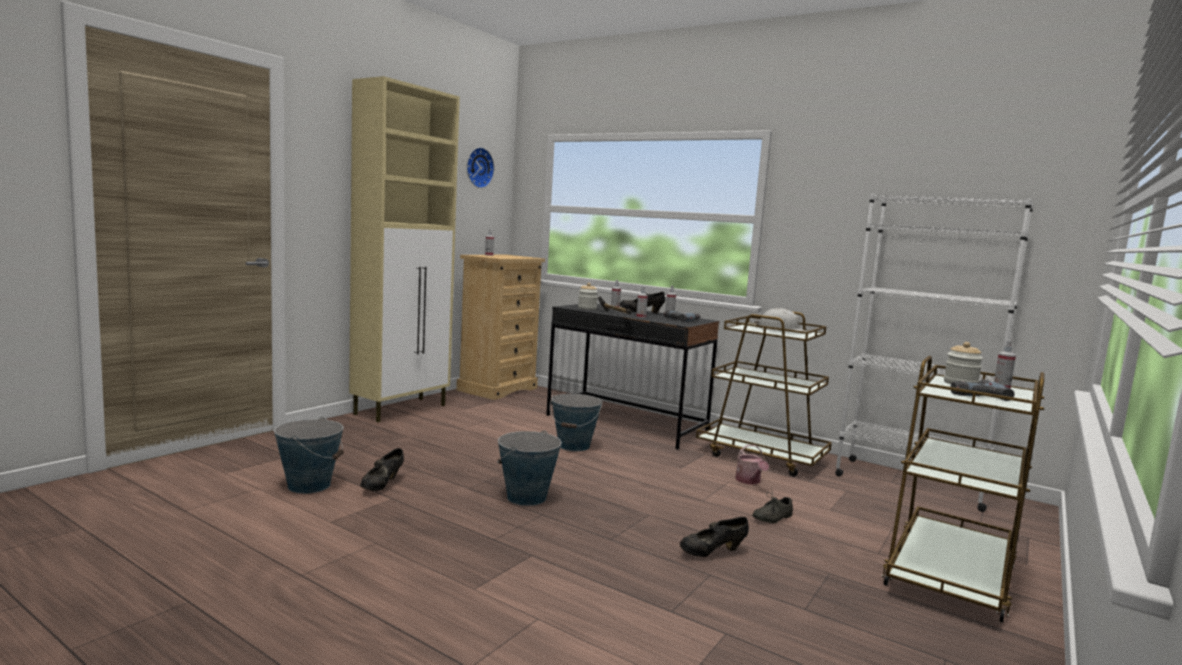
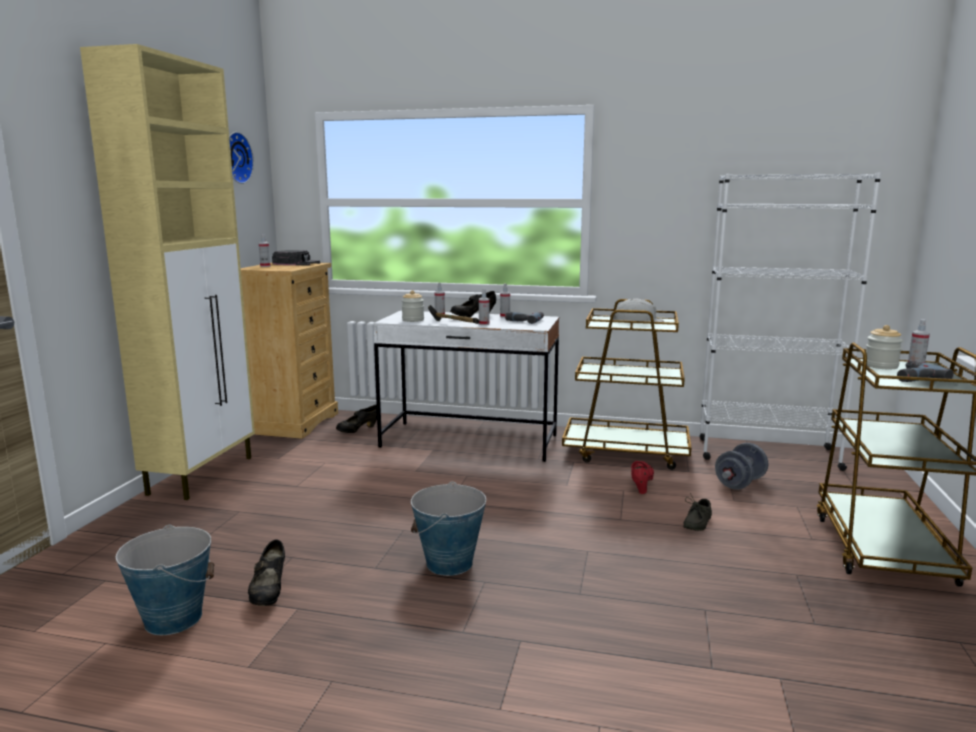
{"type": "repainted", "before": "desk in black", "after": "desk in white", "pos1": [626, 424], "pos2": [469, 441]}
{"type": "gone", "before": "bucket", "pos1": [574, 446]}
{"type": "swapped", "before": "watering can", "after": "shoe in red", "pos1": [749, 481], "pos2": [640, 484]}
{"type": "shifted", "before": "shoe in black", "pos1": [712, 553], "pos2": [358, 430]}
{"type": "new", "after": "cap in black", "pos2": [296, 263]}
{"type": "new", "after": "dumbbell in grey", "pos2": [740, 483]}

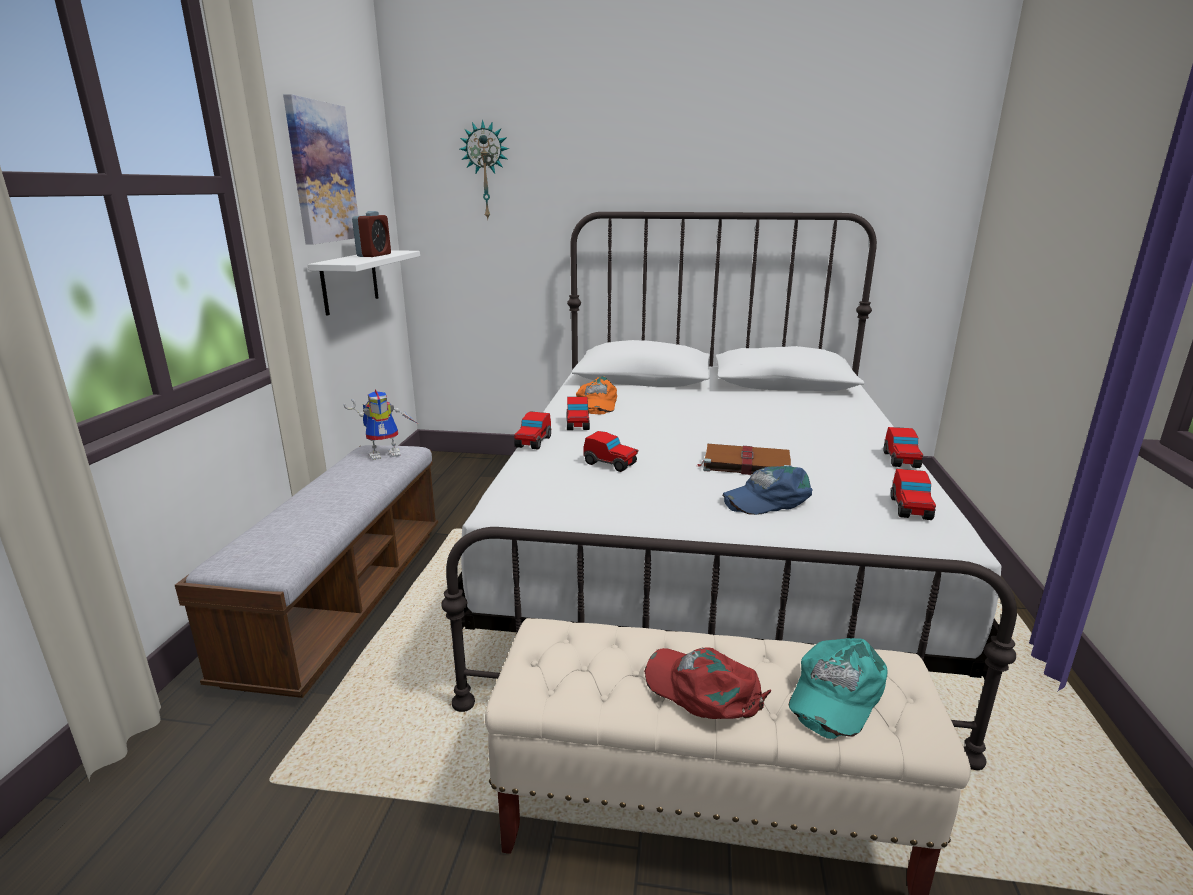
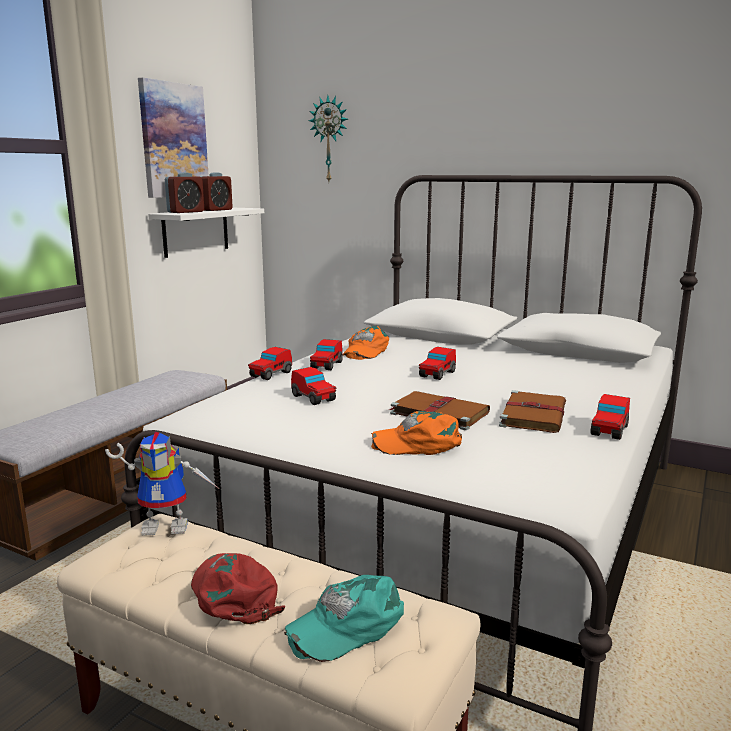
{"type": "shifted", "before": "toy robot", "pos1": [386, 453], "pos2": [170, 525]}
{"type": "repainted", "before": "cap in blue", "after": "cap in orange", "pos1": [767, 499], "pos2": [419, 444]}
{"type": "shifted", "before": "toy car", "pos1": [910, 509], "pos2": [437, 374]}
{"type": "new", "after": "alarm clock", "pos2": [186, 212]}
{"type": "new", "after": "book in brown", "pos2": [533, 414]}

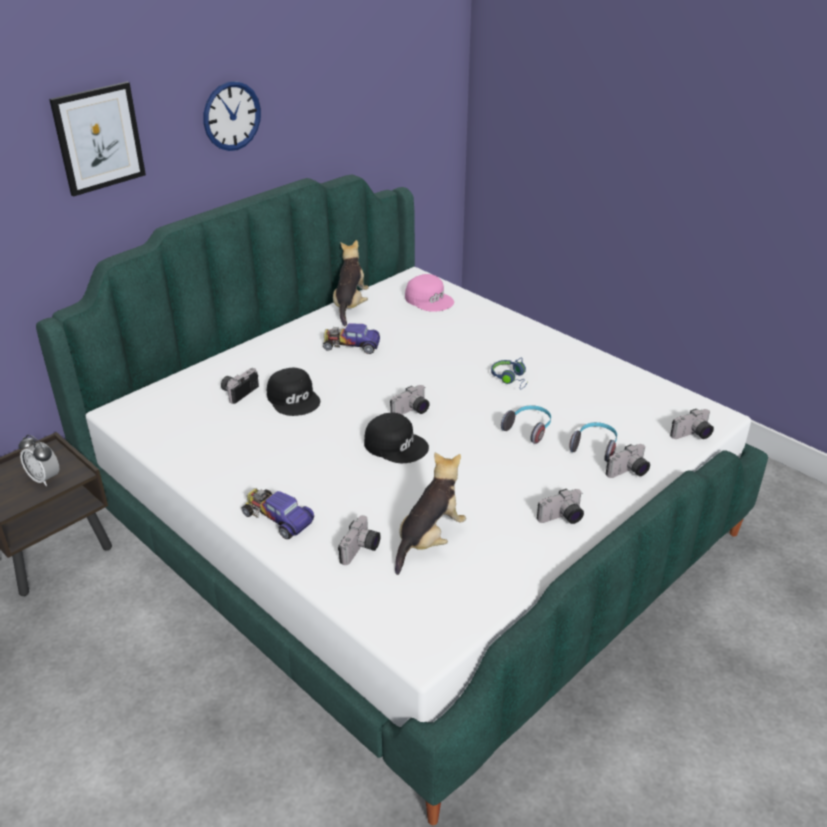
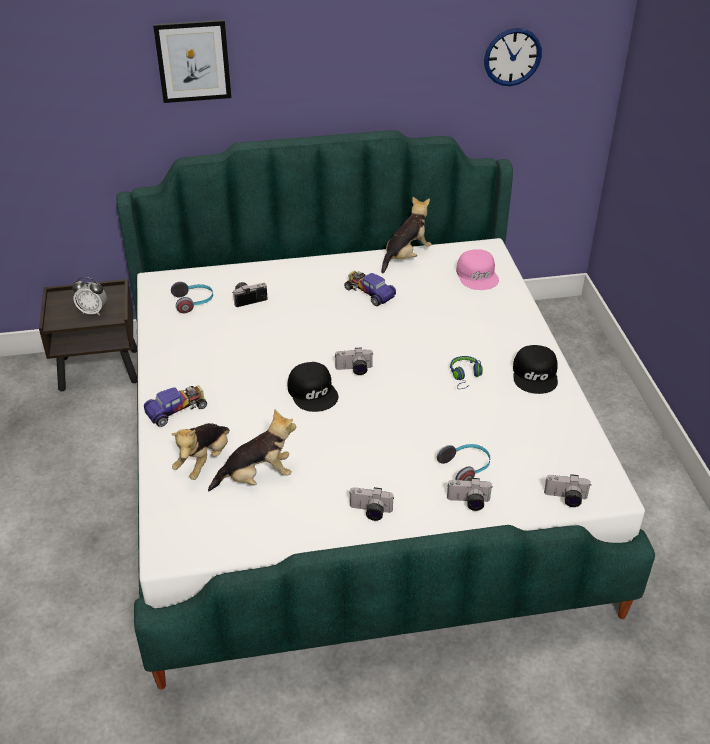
{"type": "shifted", "before": "wall clock", "pos1": [231, 116], "pos2": [512, 57]}
{"type": "shifted", "before": "cap in black", "pos1": [294, 398], "pos2": [536, 374]}
{"type": "shifted", "before": "headphones", "pos1": [529, 429], "pos2": [194, 302]}
{"type": "rotated", "before": "alarm clock", "pos1": [44, 478], "pos2": [93, 311], "turn": -60}
{"type": "rotated", "before": "toy car", "pos1": [277, 518], "pos2": [176, 409], "turn": 75}
{"type": "swapped", "before": "photo camera", "after": "plush toy", "pos1": [361, 550], "pos2": [204, 461]}

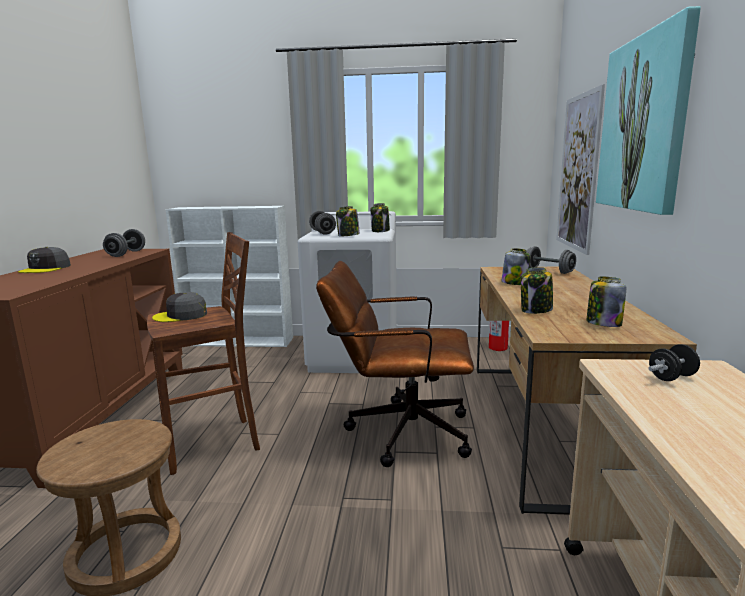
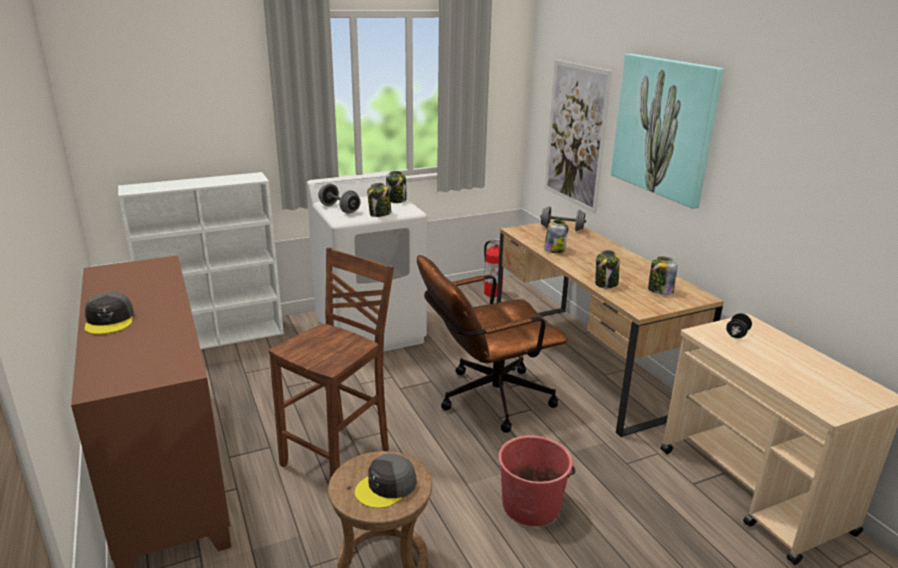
{"type": "gone", "before": "dumbbell in grey", "pos1": [126, 254]}
{"type": "shifted", "before": "cap in grey", "pos1": [181, 315], "pos2": [386, 487]}
{"type": "new", "after": "bucket in red", "pos2": [531, 505]}

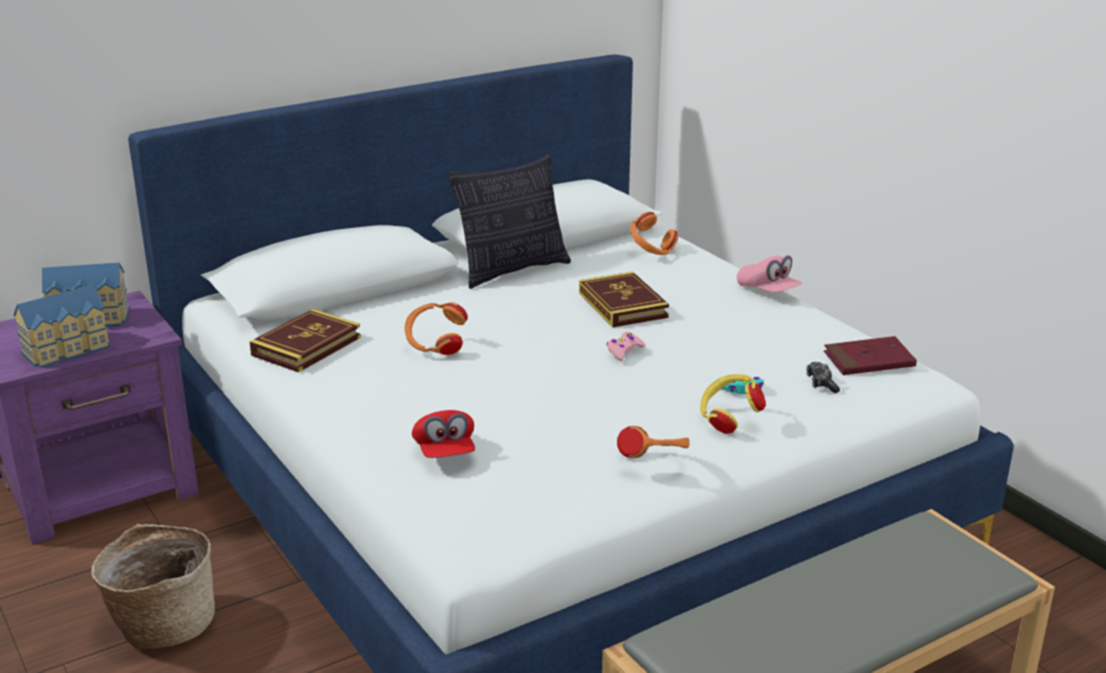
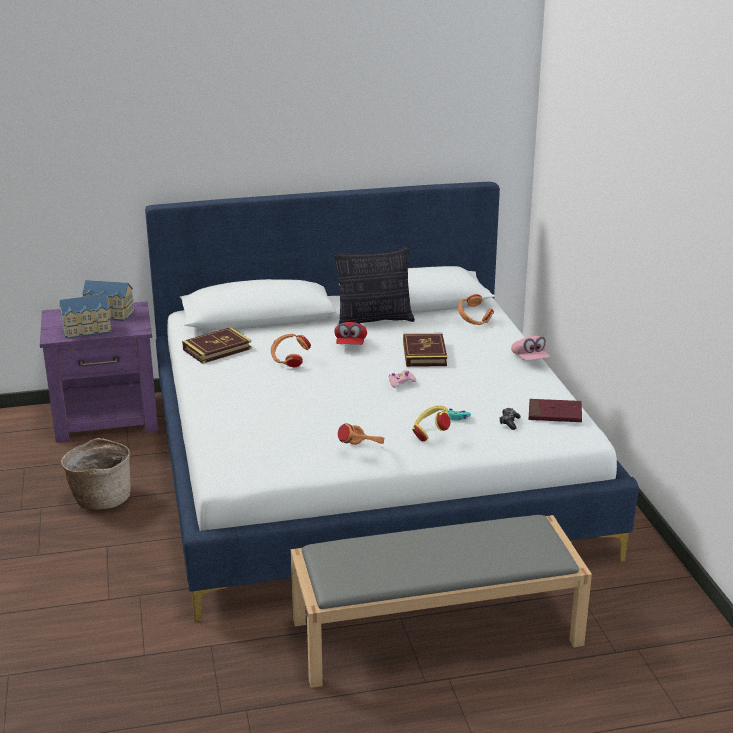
{"type": "shifted", "before": "cap in red", "pos1": [444, 452], "pos2": [350, 345]}

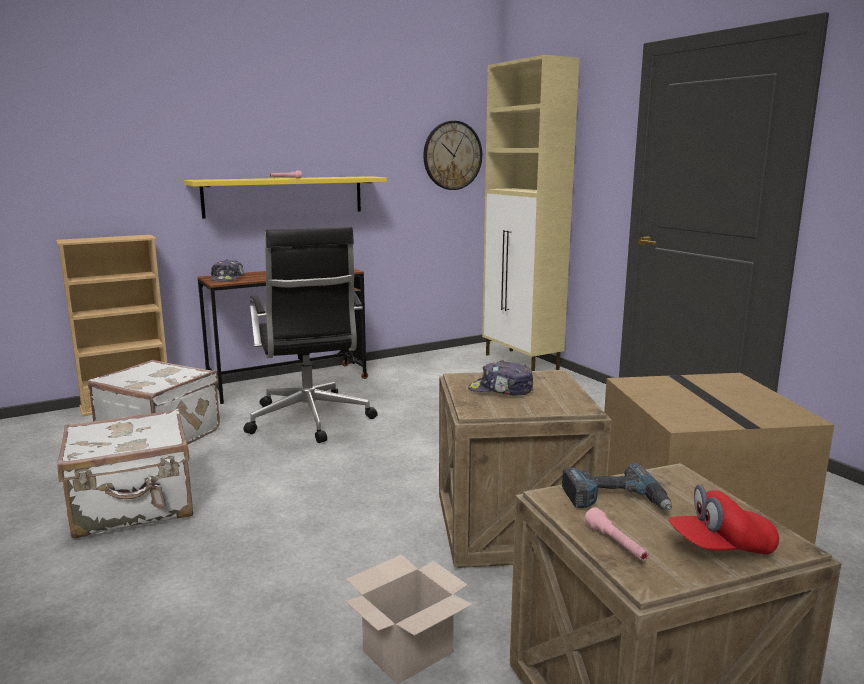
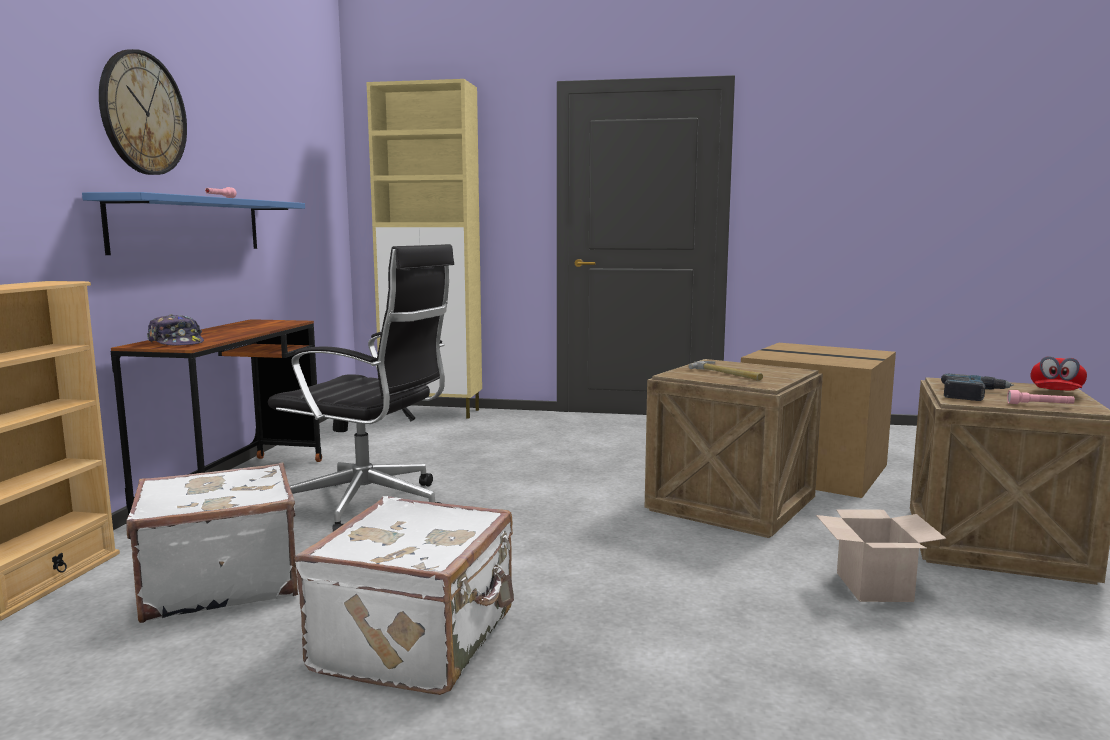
{"type": "shifted", "before": "wall clock", "pos1": [452, 155], "pos2": [143, 113]}
{"type": "repainted", "before": "shelf in yellow", "after": "shelf in blue", "pos1": [284, 196], "pos2": [189, 225]}
{"type": "swapped", "before": "cap", "after": "hammer", "pos1": [501, 390], "pos2": [726, 374]}

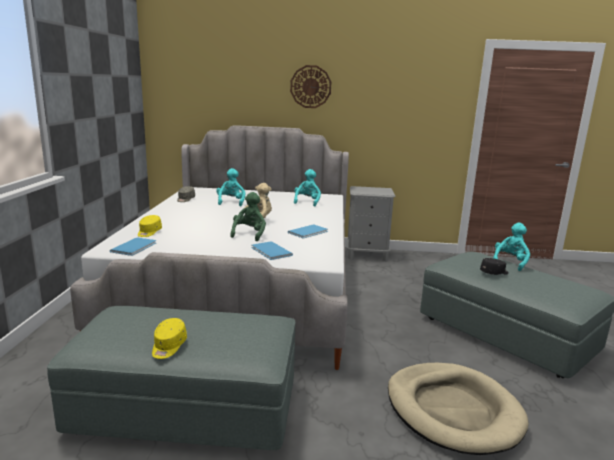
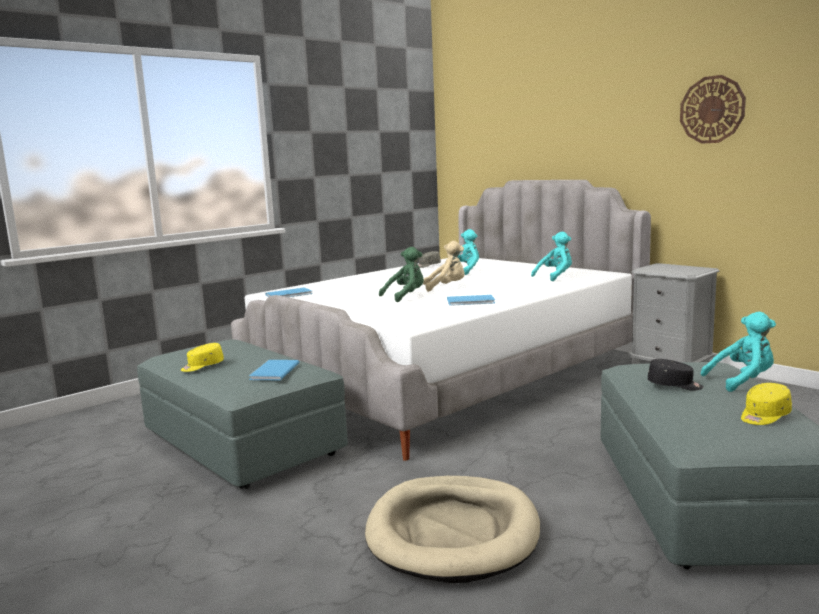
{"type": "shifted", "before": "wall clock", "pos1": [310, 87], "pos2": [712, 109]}
{"type": "shifted", "before": "cap in yellow", "pos1": [149, 232], "pos2": [764, 416]}
{"type": "shifted", "before": "book in blue", "pos1": [271, 252], "pos2": [273, 372]}

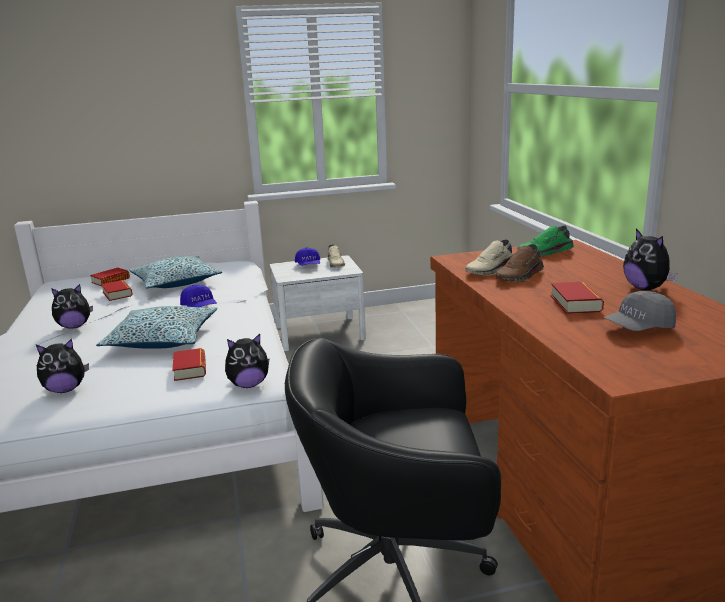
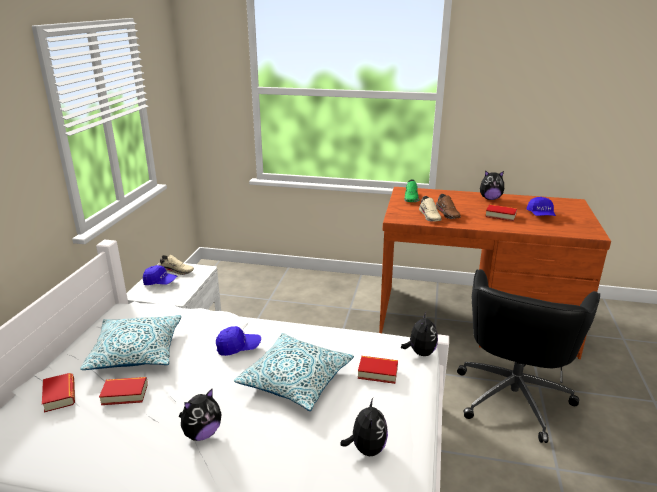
{"type": "rotated", "before": "plush toy", "pos1": [74, 326], "pos2": [202, 433], "turn": 45}
{"type": "repainted", "before": "cap in grey", "after": "cap in blue", "pos1": [638, 328], "pos2": [540, 215]}

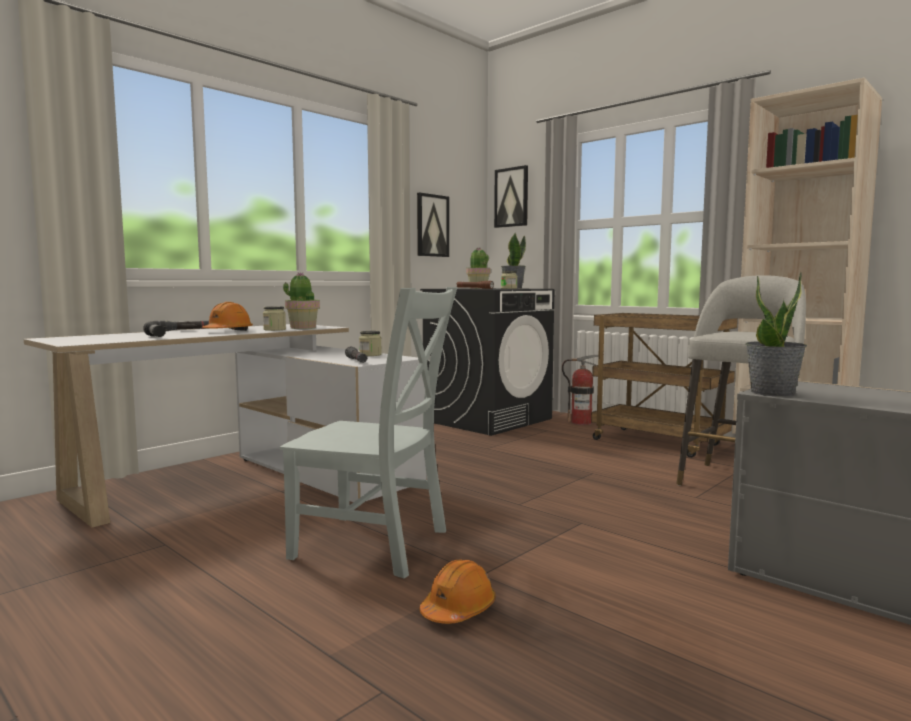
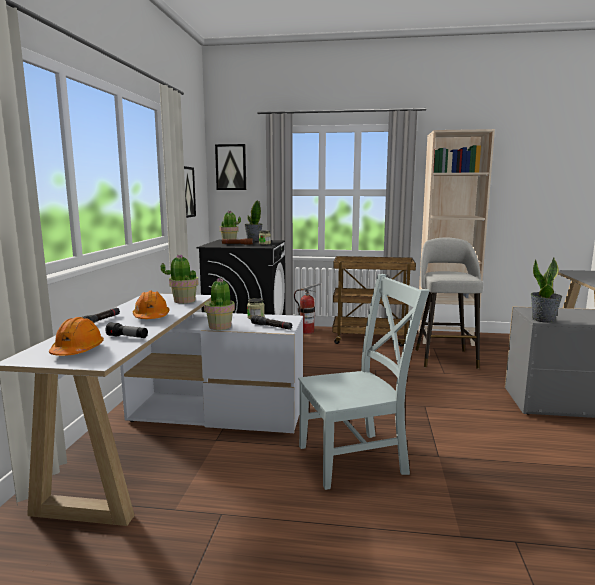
{"type": "gone", "before": "jar", "pos1": [274, 329]}
{"type": "shifted", "before": "hard hat in orange", "pos1": [458, 609], "pos2": [77, 351]}
{"type": "new", "after": "potted plant", "pos2": [220, 327]}

